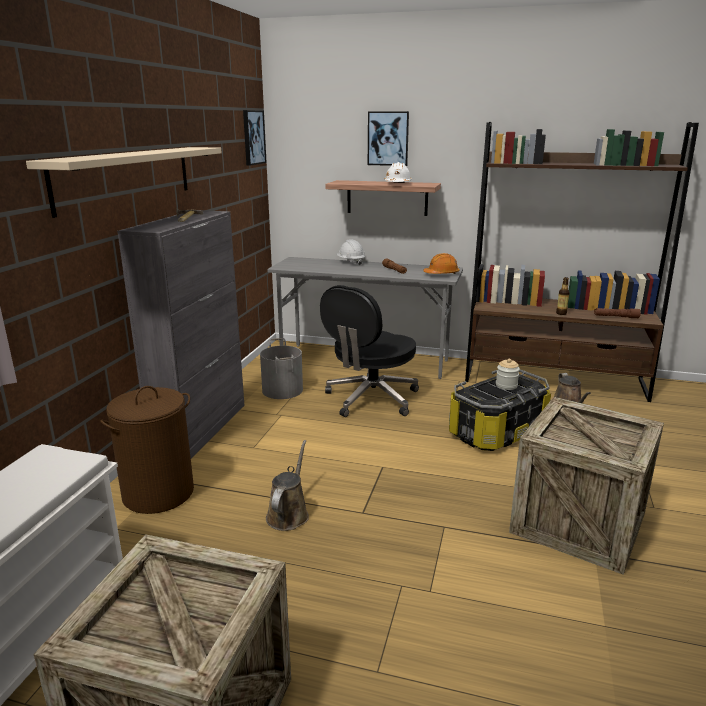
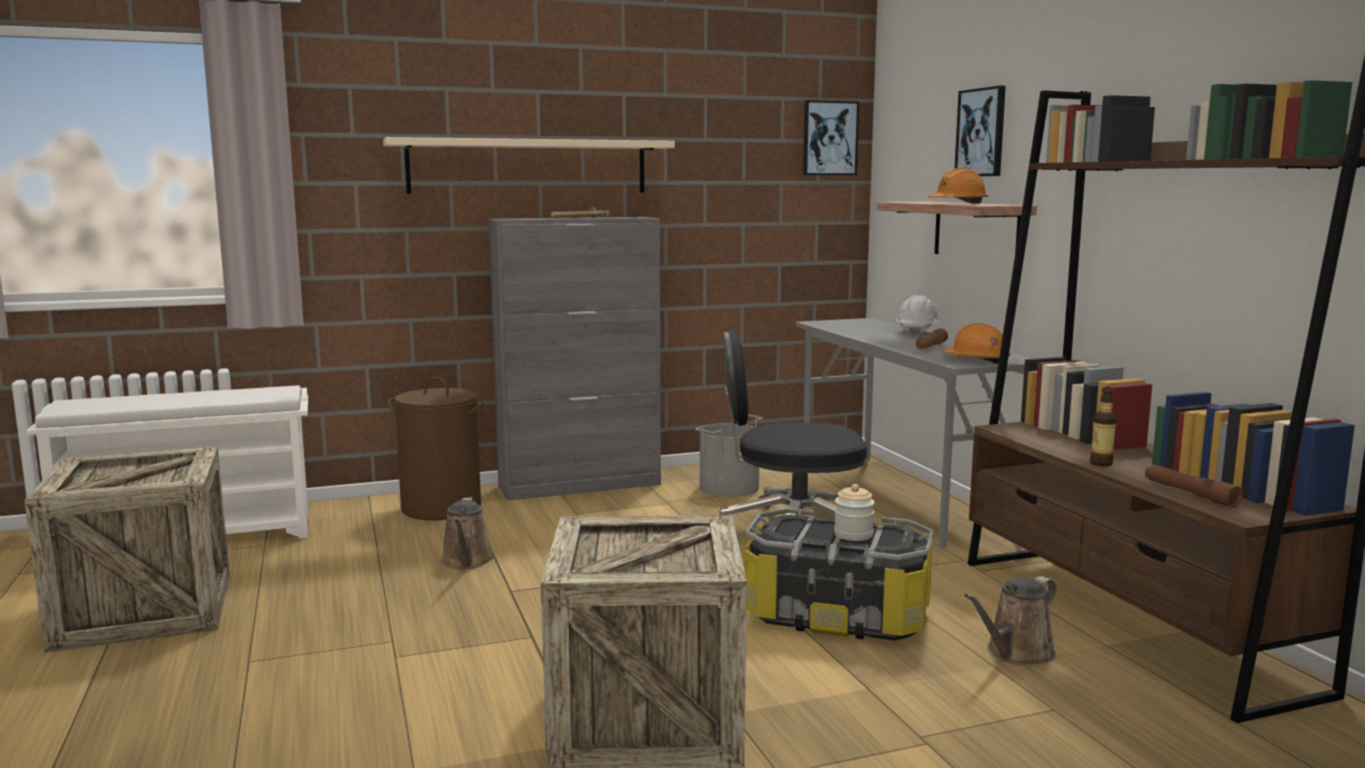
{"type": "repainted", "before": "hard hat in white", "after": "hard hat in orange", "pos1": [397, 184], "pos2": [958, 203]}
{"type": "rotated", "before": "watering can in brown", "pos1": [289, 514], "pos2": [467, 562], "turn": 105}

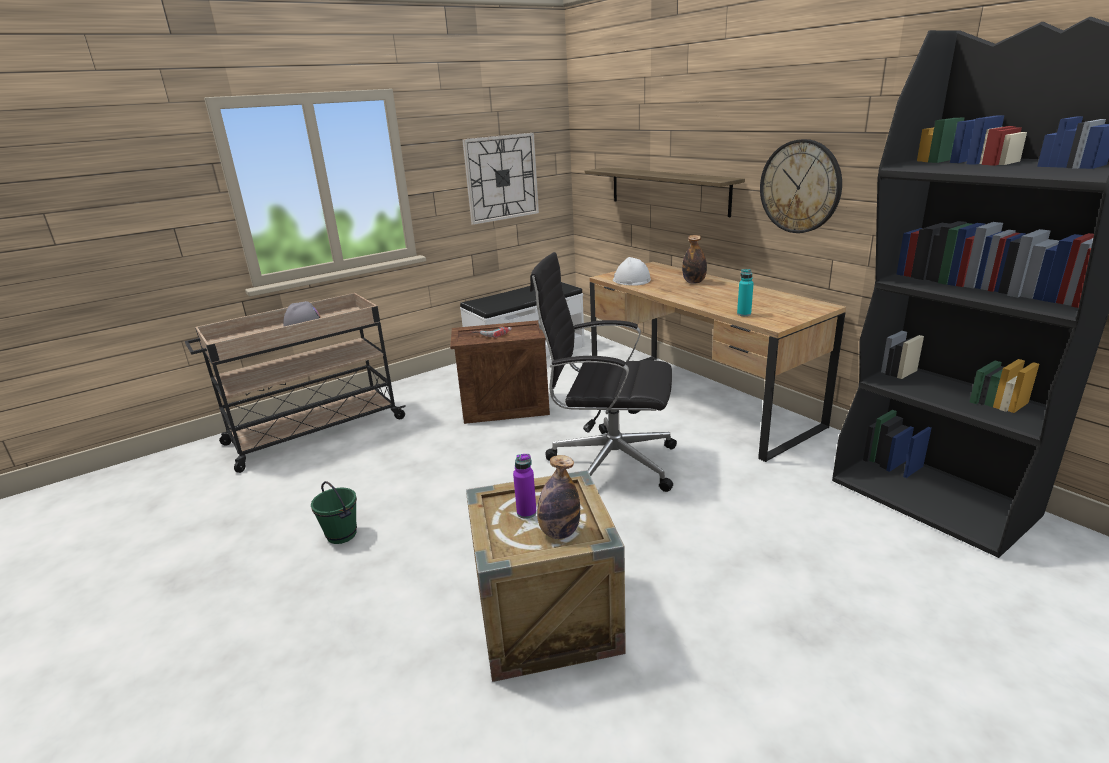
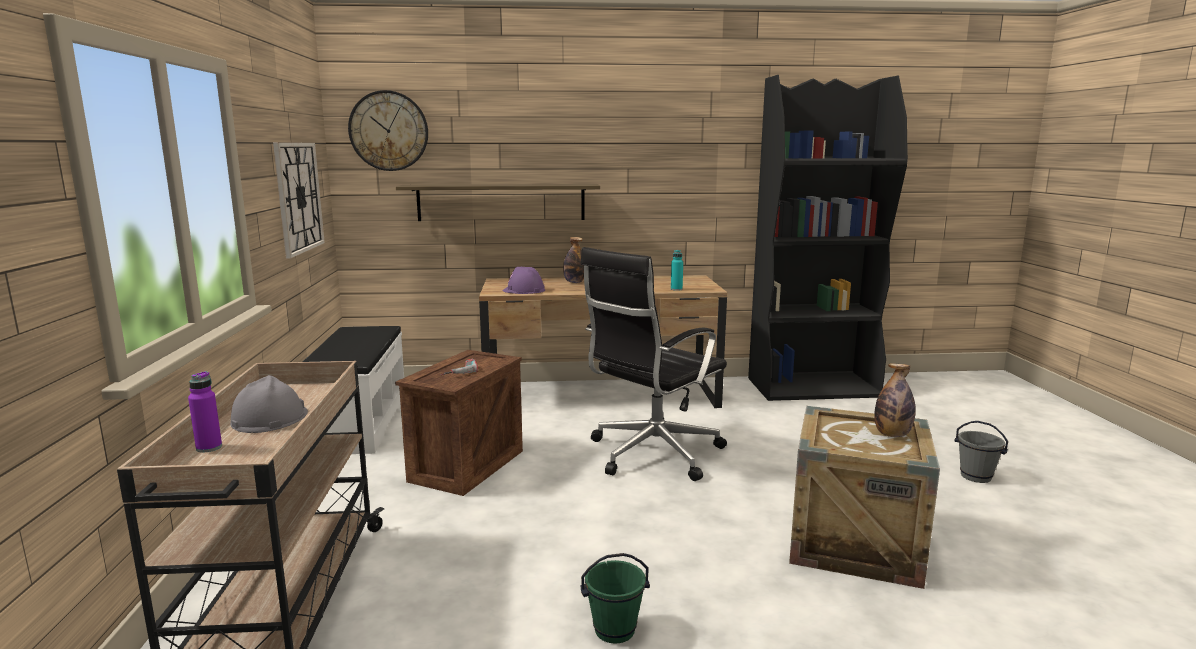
{"type": "shifted", "before": "wall clock", "pos1": [800, 187], "pos2": [389, 131]}
{"type": "repainted", "before": "hard hat in white", "after": "hard hat in purple", "pos1": [631, 280], "pos2": [524, 290]}
{"type": "shifted", "before": "bottle in purple", "pos1": [526, 512], "pos2": [209, 447]}
{"type": "new", "after": "bucket in grey", "pos2": [976, 476]}

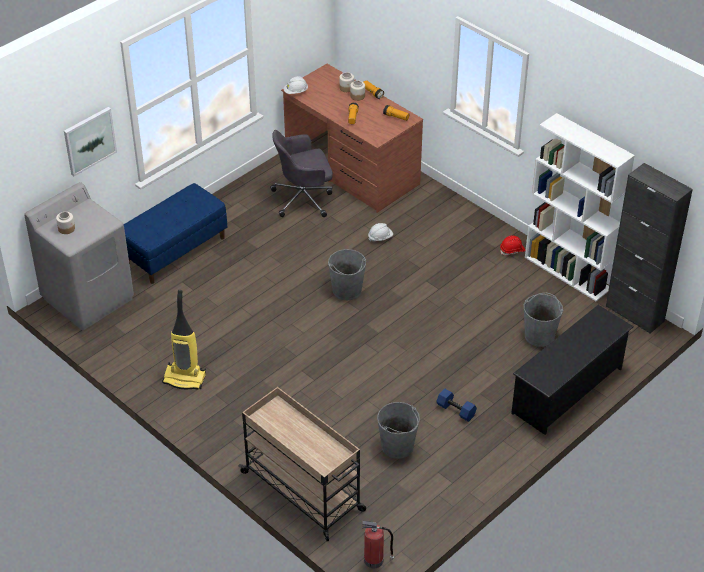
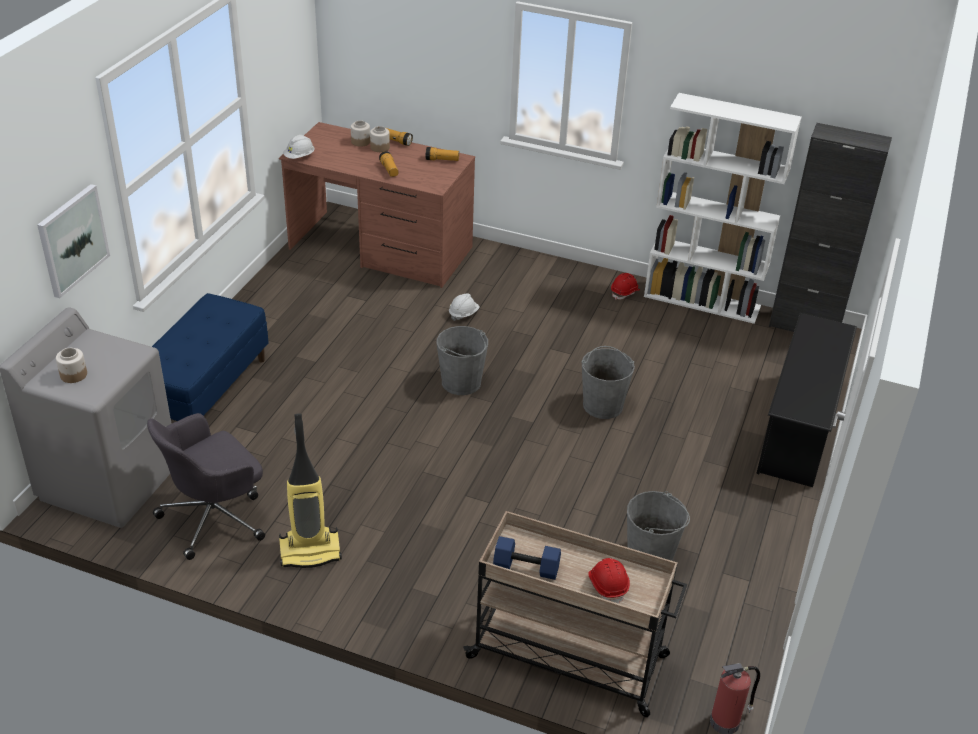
{"type": "shifted", "before": "office chair in grey", "pos1": [304, 198], "pos2": [215, 517]}
{"type": "shifted", "before": "bucket in grey", "pos1": [539, 335], "pos2": [603, 405]}
{"type": "shifted", "before": "dumbbell in blue", "pos1": [456, 410], "pos2": [527, 567]}
{"type": "new", "after": "hard hat in red", "pos2": [608, 585]}

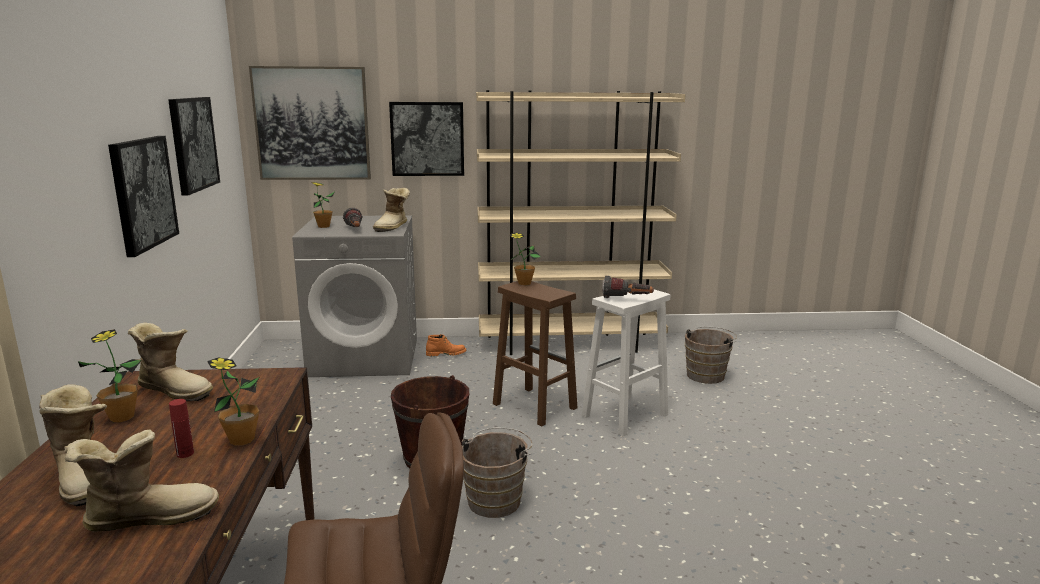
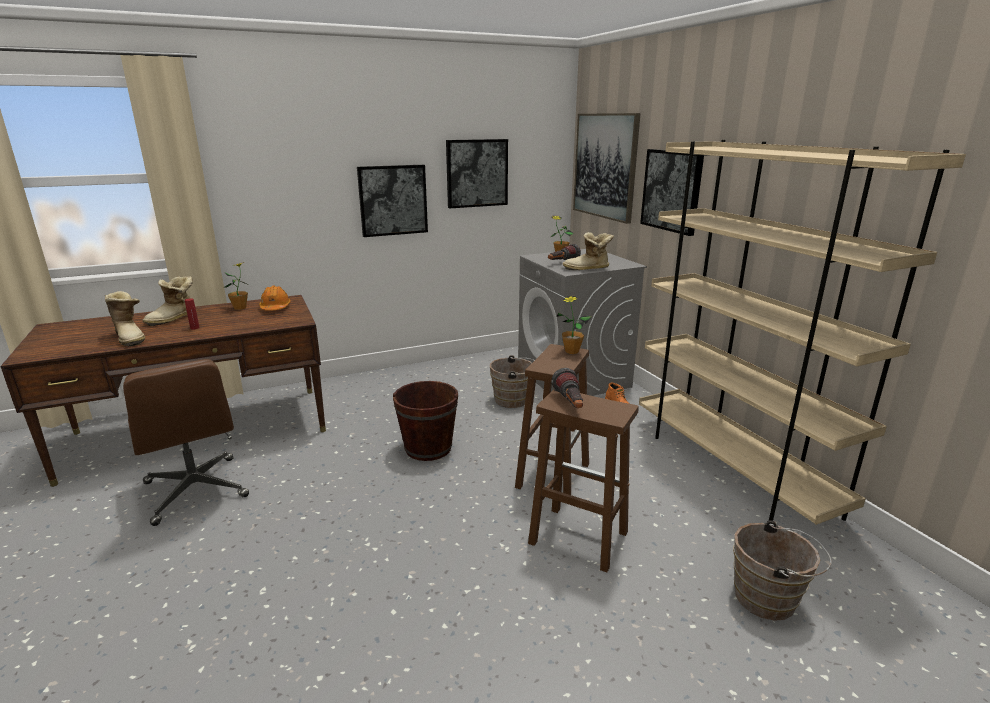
{"type": "repainted", "before": "stool in white", "after": "stool in brown", "pos1": [624, 416], "pos2": [576, 537]}
{"type": "swapped", "before": "boot", "after": "hard hat in orange", "pos1": [176, 390], "pos2": [275, 308]}
{"type": "gone", "before": "potted plant", "pos1": [242, 440]}
{"type": "shifted", "before": "bucket in brown", "pos1": [496, 499], "pos2": [514, 400]}

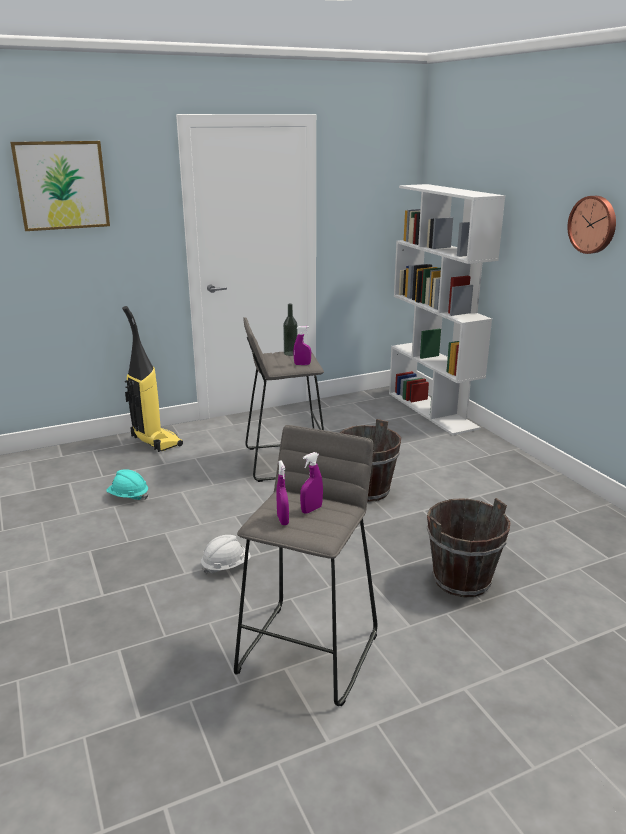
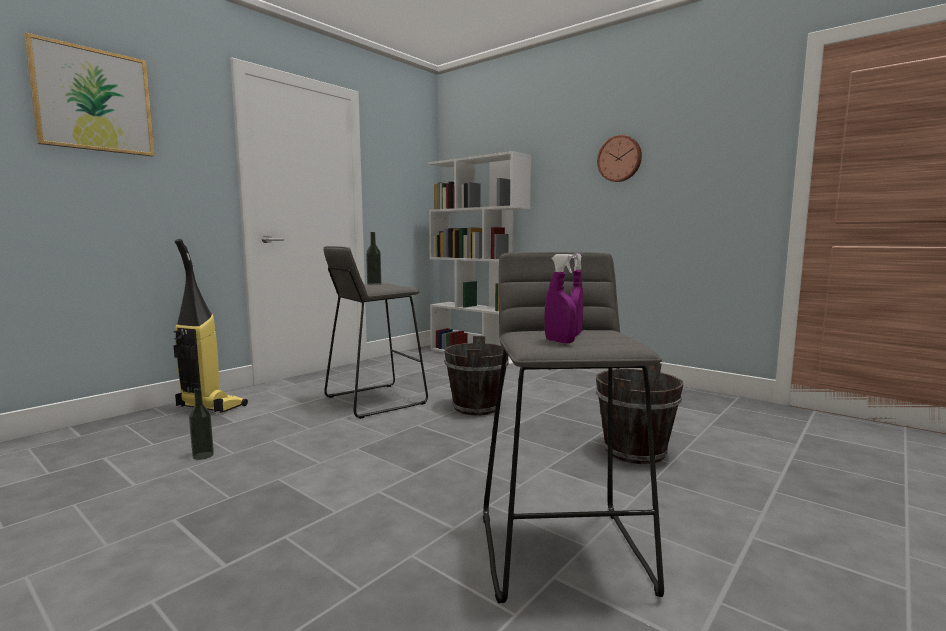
{"type": "gone", "before": "spray bottle in purple", "pos1": [302, 364]}
{"type": "swapped", "before": "hard hat in turquoise", "after": "bottle", "pos1": [128, 496], "pos2": [203, 455]}
{"type": "gone", "before": "hard hat in white", "pos1": [226, 566]}

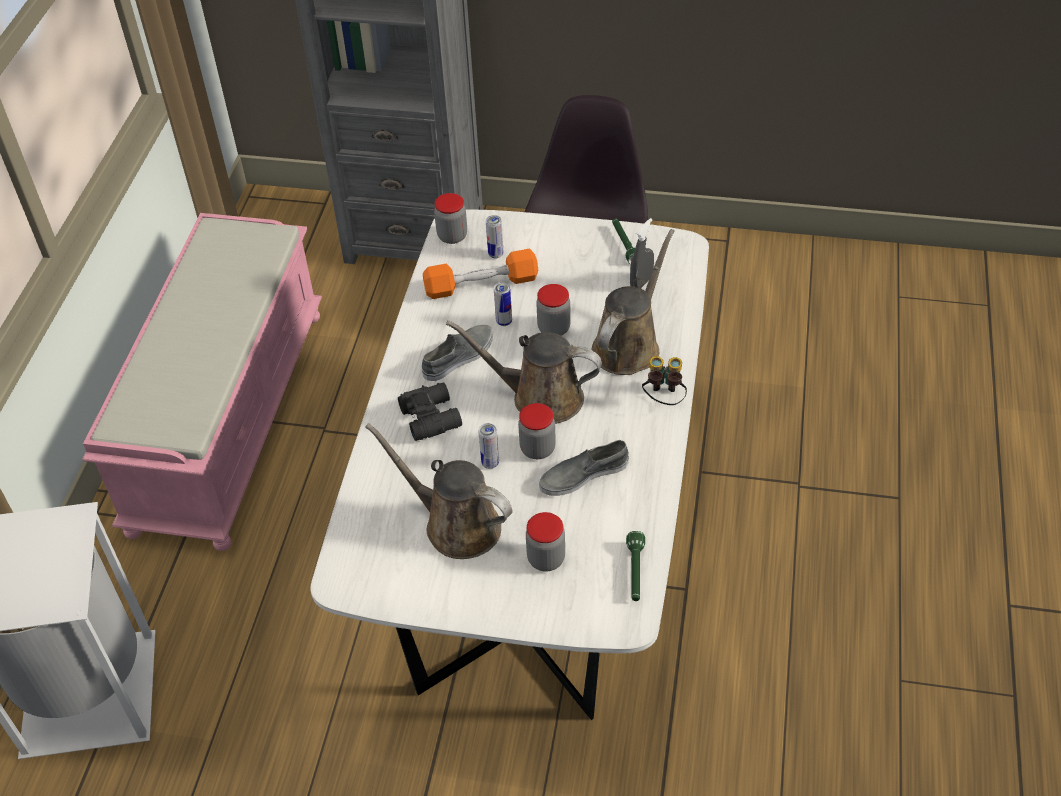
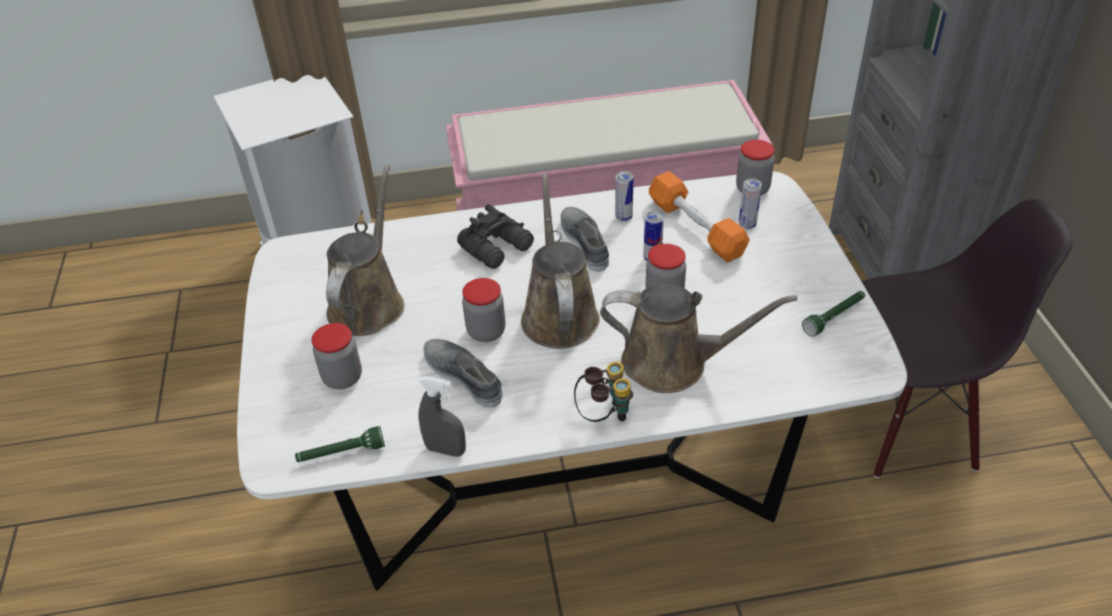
{"type": "shifted", "before": "spray bottle in grey", "pos1": [641, 283], "pos2": [445, 450]}
{"type": "rotated", "before": "shoe in grey", "pos1": [459, 357], "pos2": [585, 242], "turn": -135}
{"type": "shifted", "before": "can", "pos1": [490, 463], "pos2": [623, 217]}

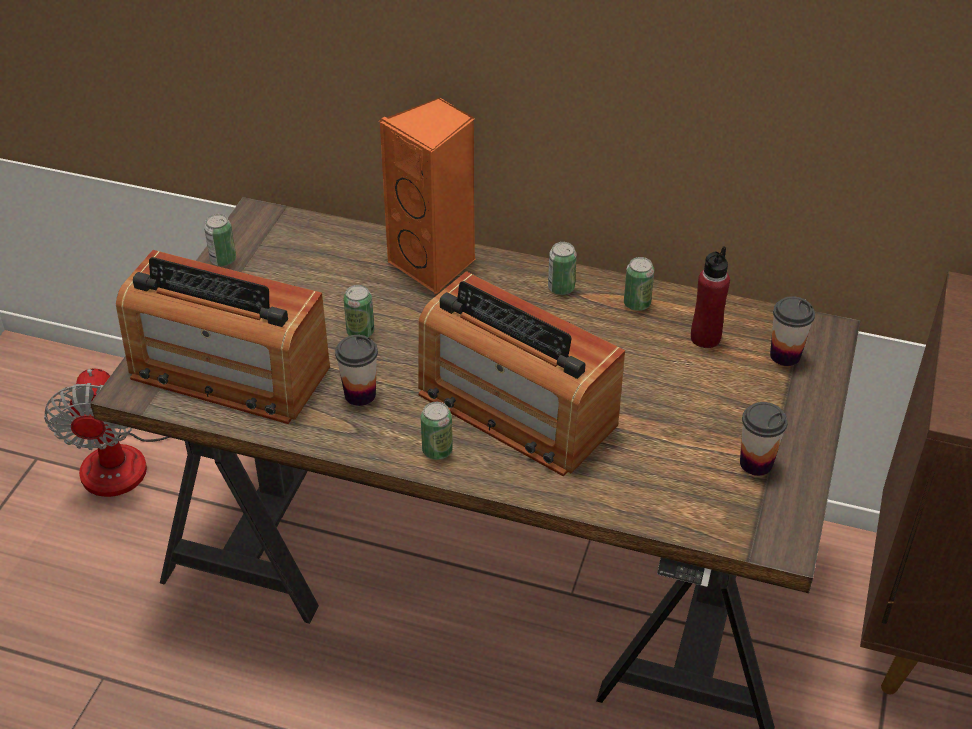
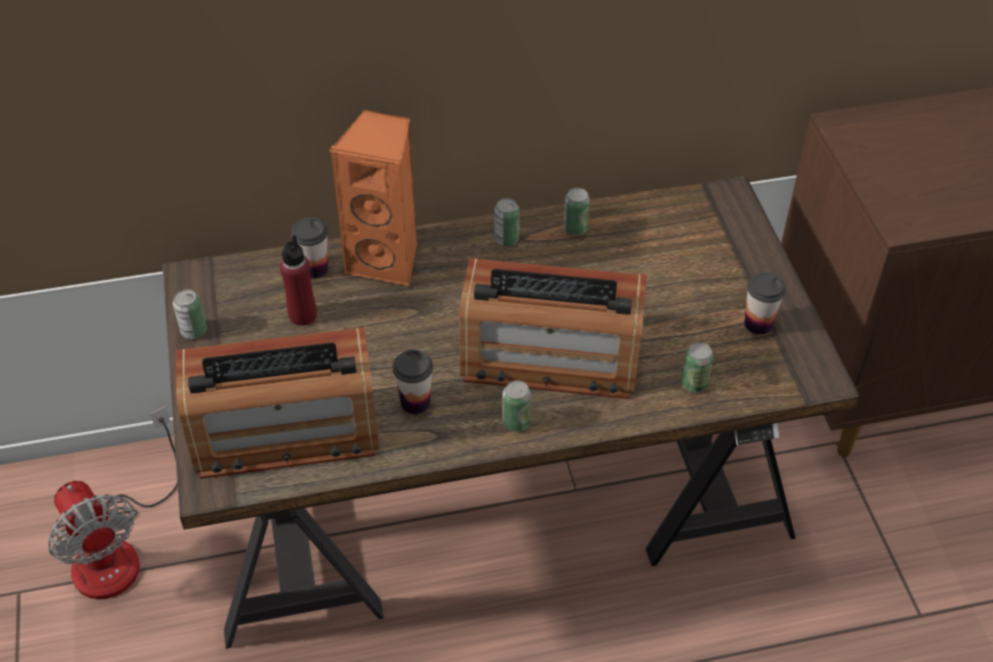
{"type": "shifted", "before": "bottle in red", "pos1": [705, 338], "pos2": [302, 315]}
{"type": "shifted", "before": "can", "pos1": [360, 332], "pos2": [694, 384]}
{"type": "shifted", "before": "cup", "pos1": [785, 355], "pos2": [314, 268]}

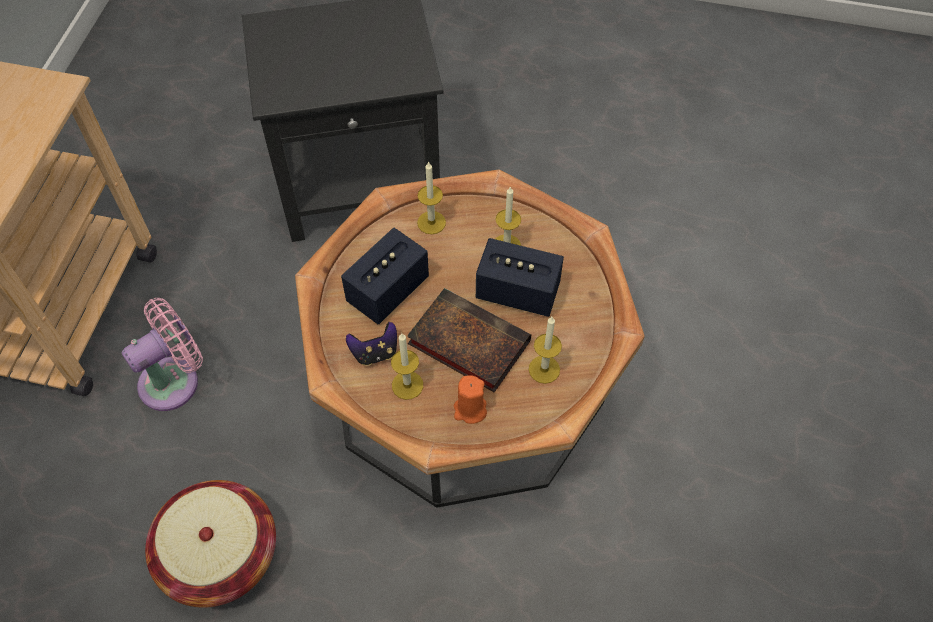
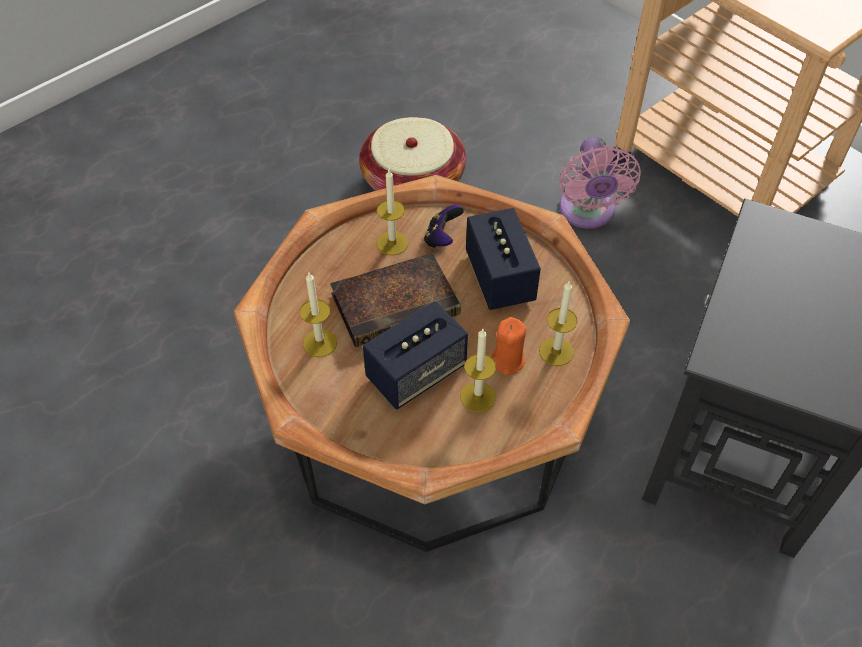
{"type": "shifted", "before": "candle in orange", "pos1": [470, 410], "pos2": [507, 360]}

